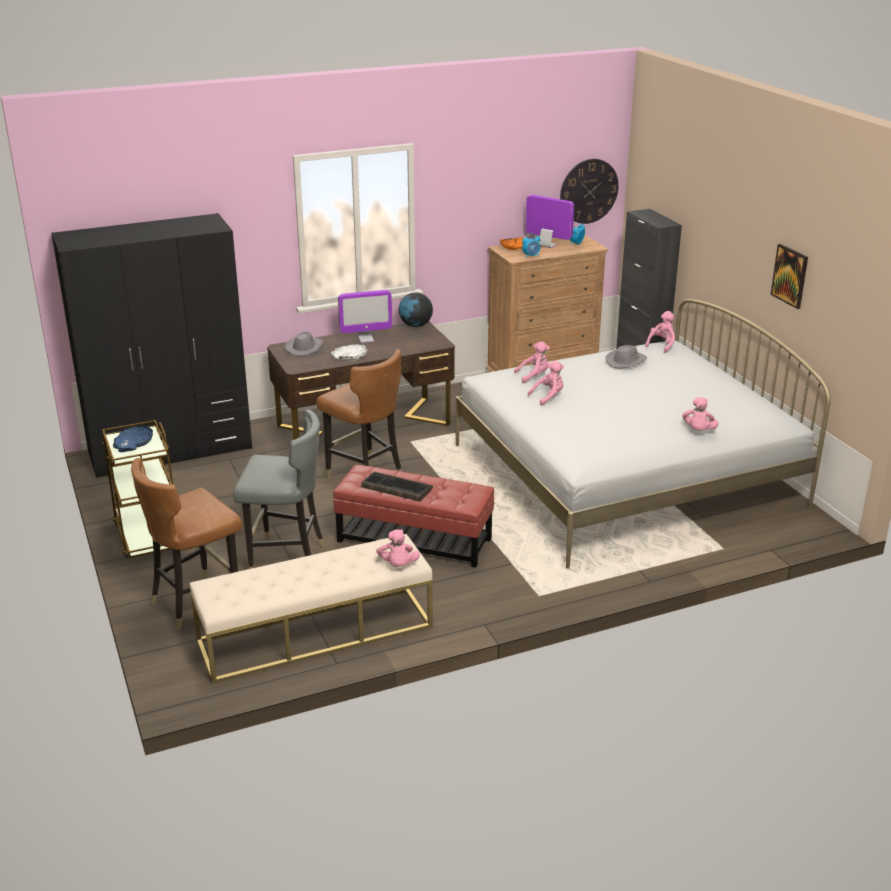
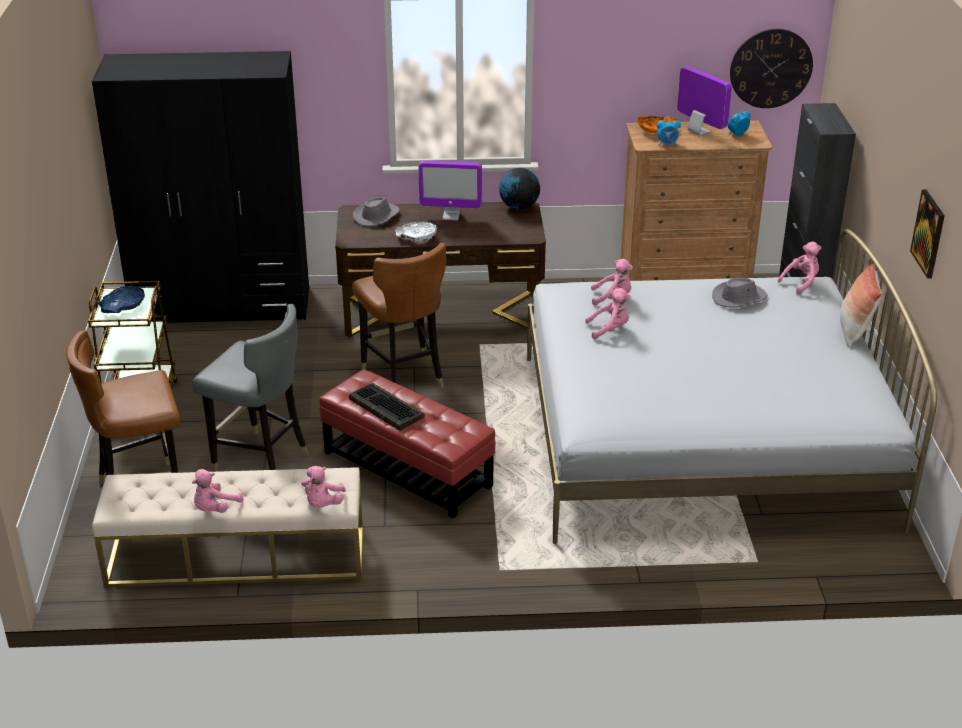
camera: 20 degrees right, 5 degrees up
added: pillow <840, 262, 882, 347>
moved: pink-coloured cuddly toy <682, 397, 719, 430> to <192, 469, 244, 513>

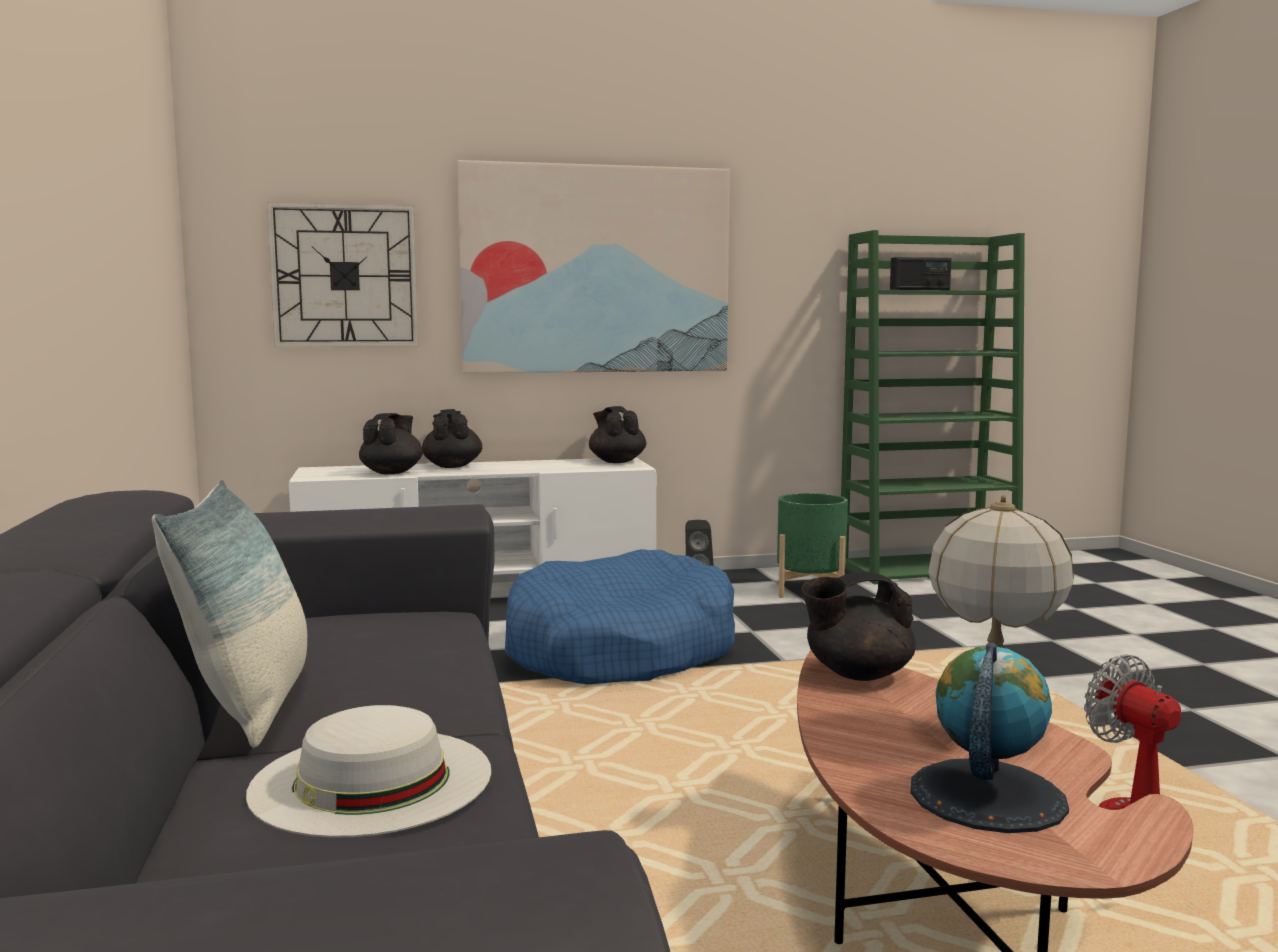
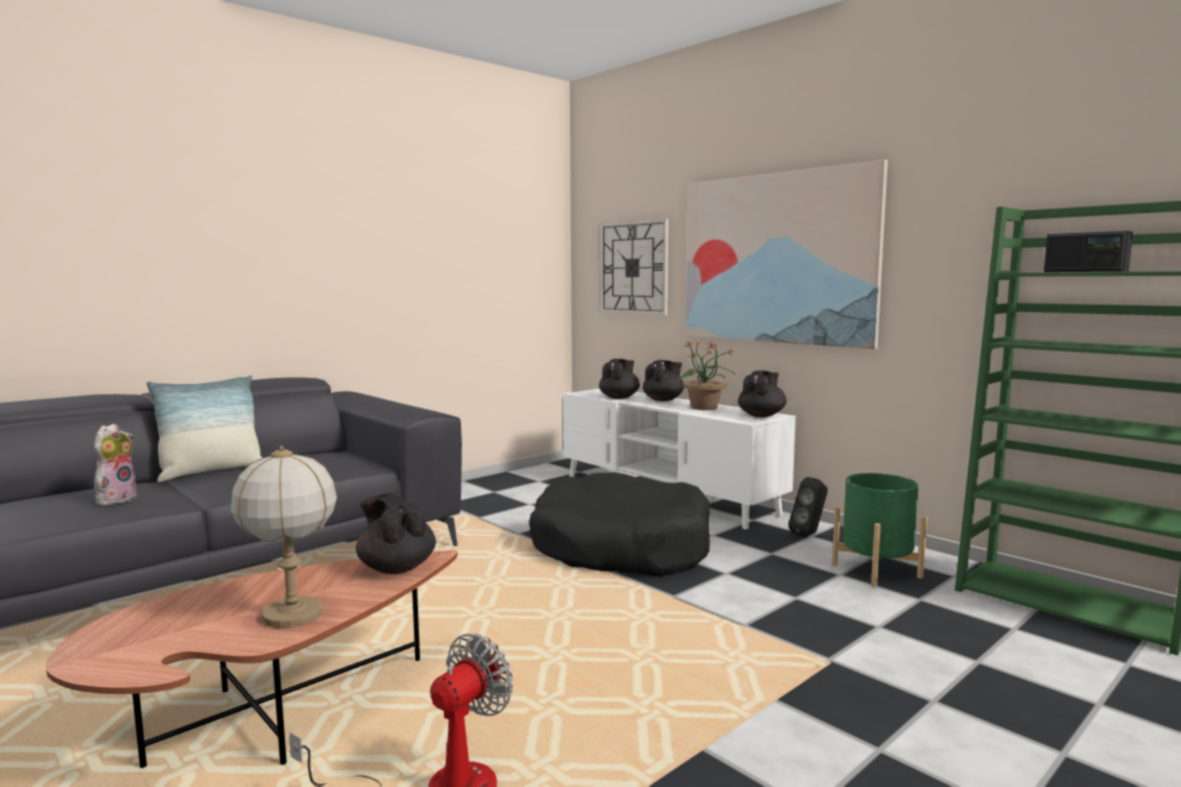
camera: 60 degrees right, 0 degrees up
removed: globe <911, 642, 1069, 833>
added: potted plant <678, 341, 735, 410>
replaced: white-coloured hat <246, 705, 491, 837> to cuddly toy <94, 424, 137, 506>
recoloured: bluish pet bed <505, 549, 735, 685> to black-coloured pet bed <529, 472, 710, 577>
turned: black-coloured pot for tea <359, 413, 423, 474> = <599, 359, 640, 399> 45 degrees counterclockwise

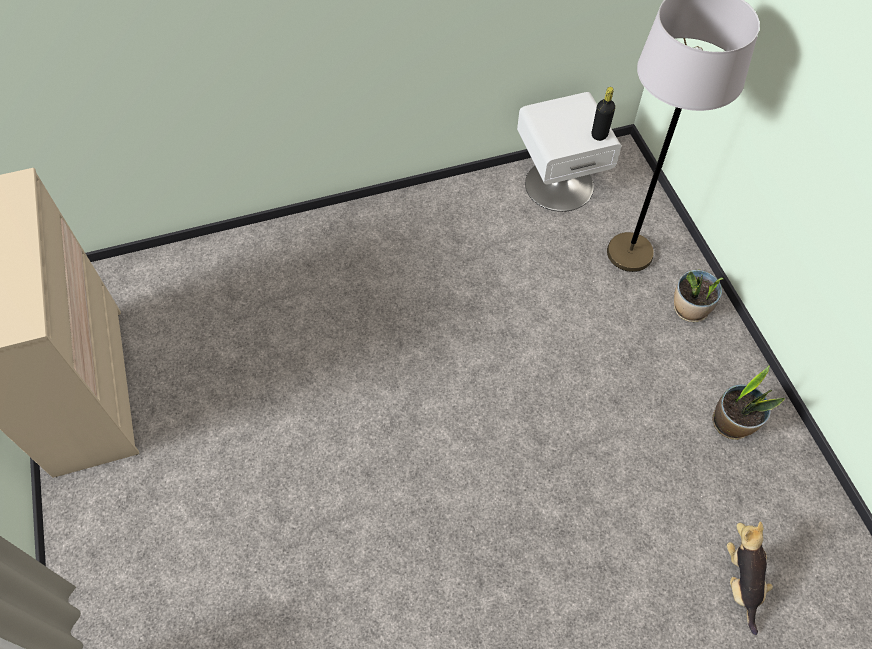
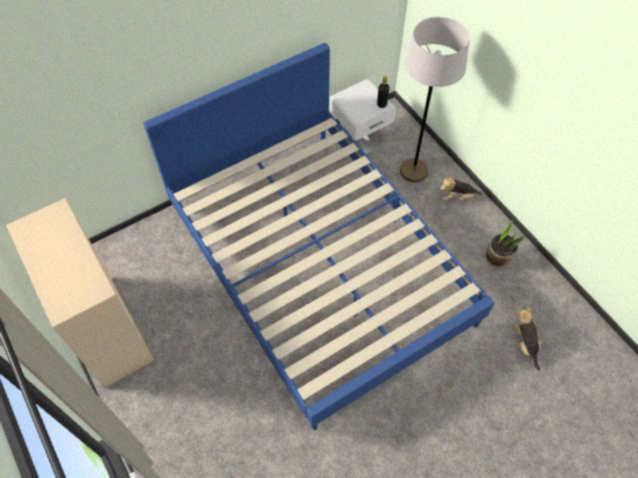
camera: 15 degrees left, 0 degrees up
added: bluish bedroom bed <143, 43, 494, 430>
replaced: potted plant <674, 269, 723, 322> to cuddly toy <440, 176, 482, 201>

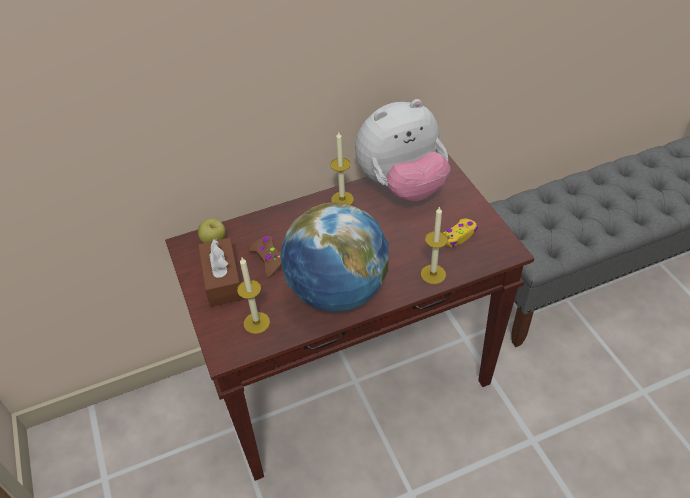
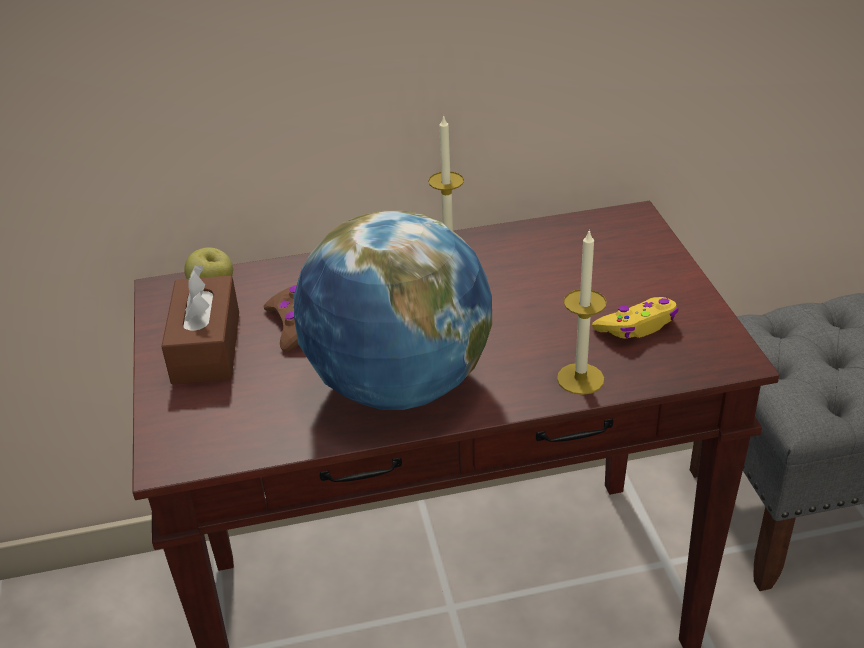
camera: 10 degrees right, 10 degrees down
removed: wax light <237, 257, 270, 334>; cuddly toy <355, 99, 450, 202>

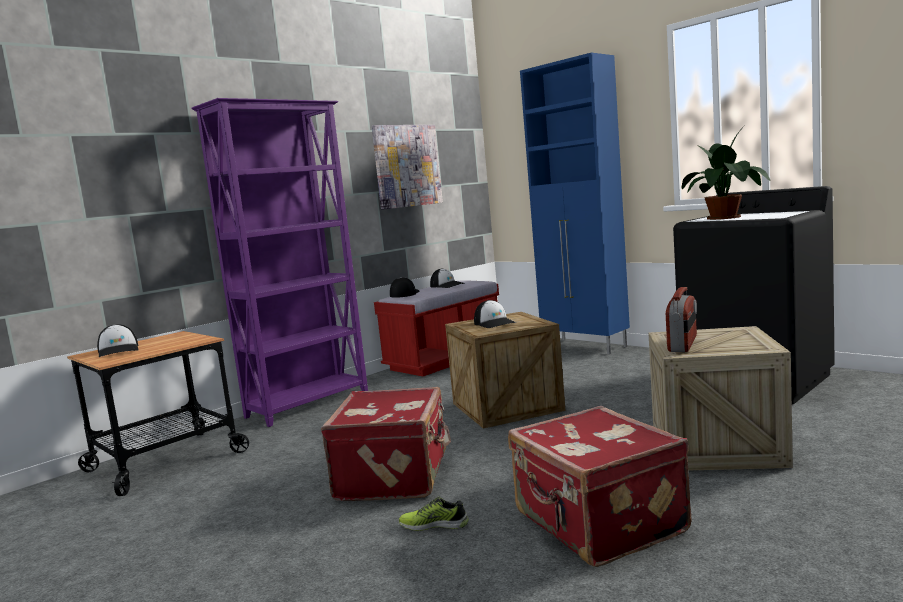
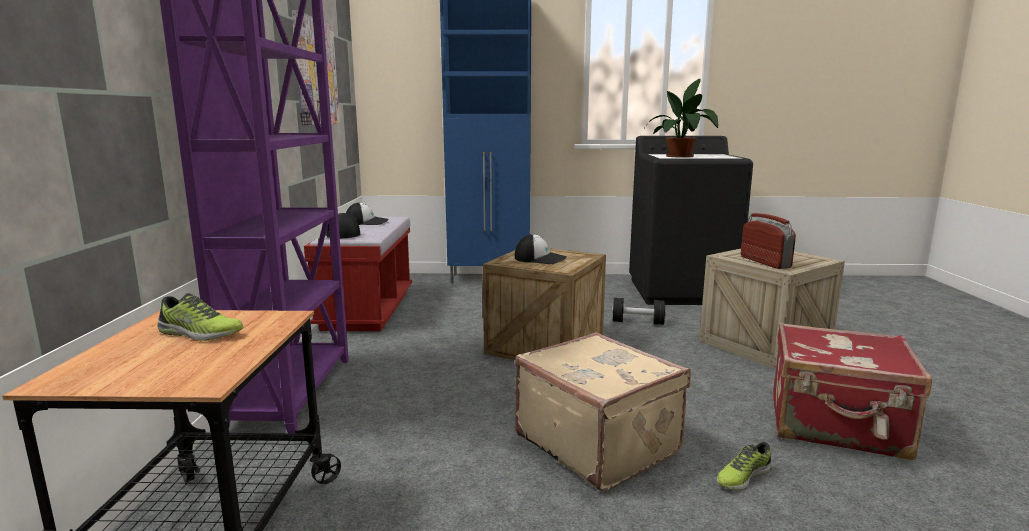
camera: 45 degrees left, 5 degrees up
removed: baseball cap <97, 324, 138, 357>
added: low shoe <157, 293, 244, 341>; black-coloured hand weight <612, 298, 666, 325>
recoloured: red-coloured piece of luggage <321, 387, 451, 501> to beige-coloured piece of luggage <515, 332, 691, 492>

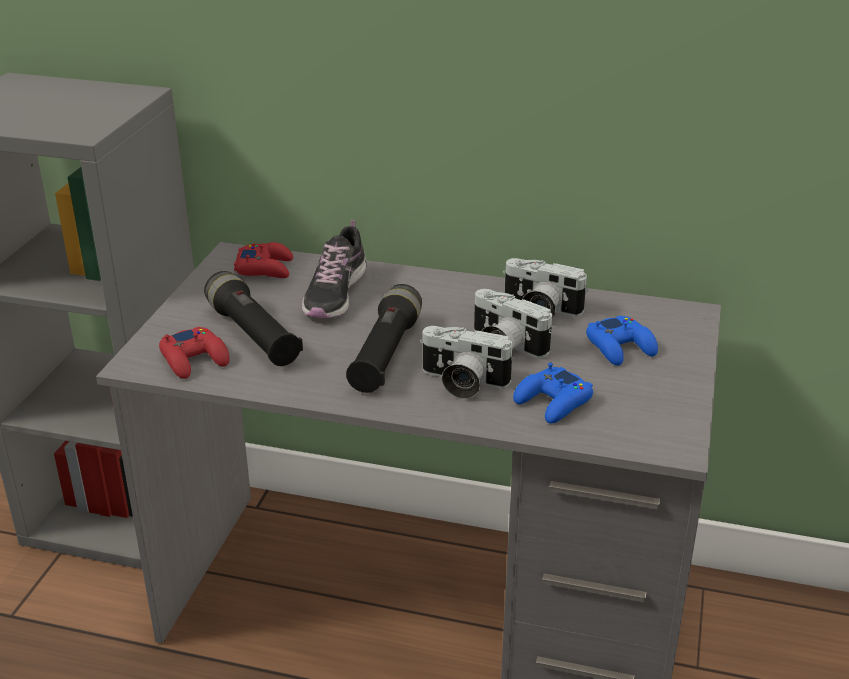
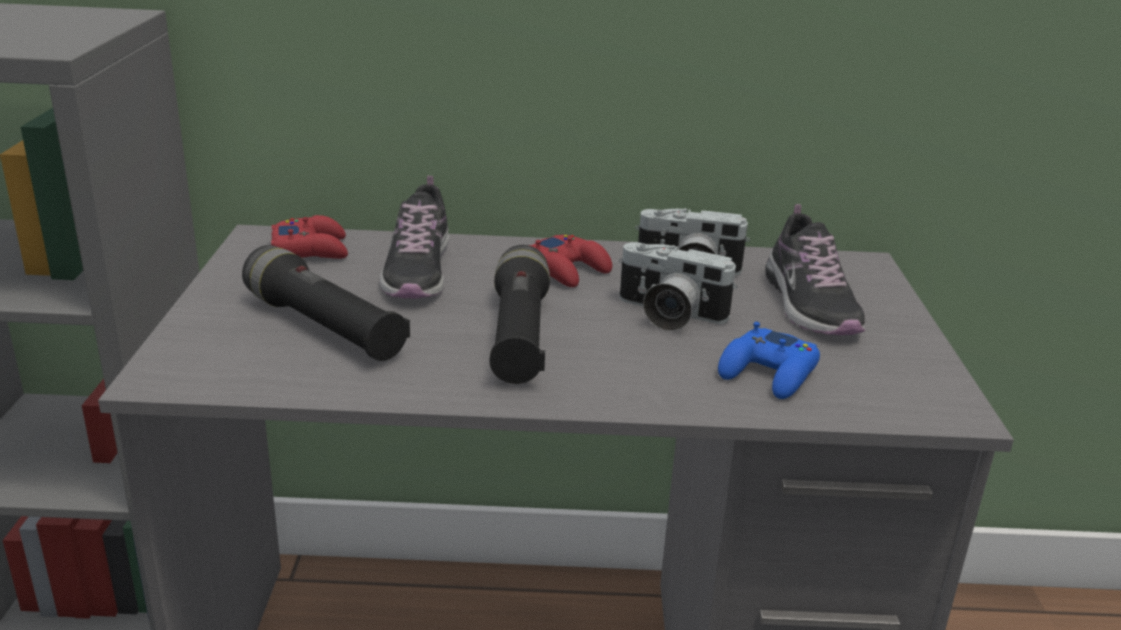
camera: 15 degrees left, 5 degrees down
removed: photo camera <420, 326, 515, 399>
moved: red-coloured joypad <159, 327, 230, 379> to <529, 235, 612, 287>
replaced: bluish joypad <586, 315, 658, 366> to low shoe <765, 204, 866, 335>

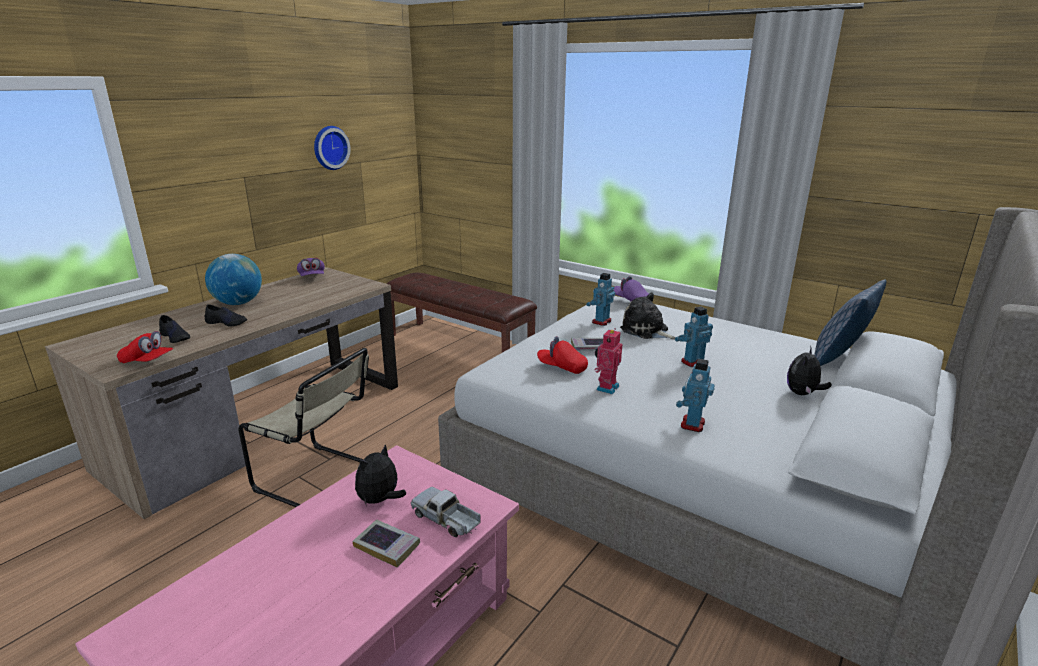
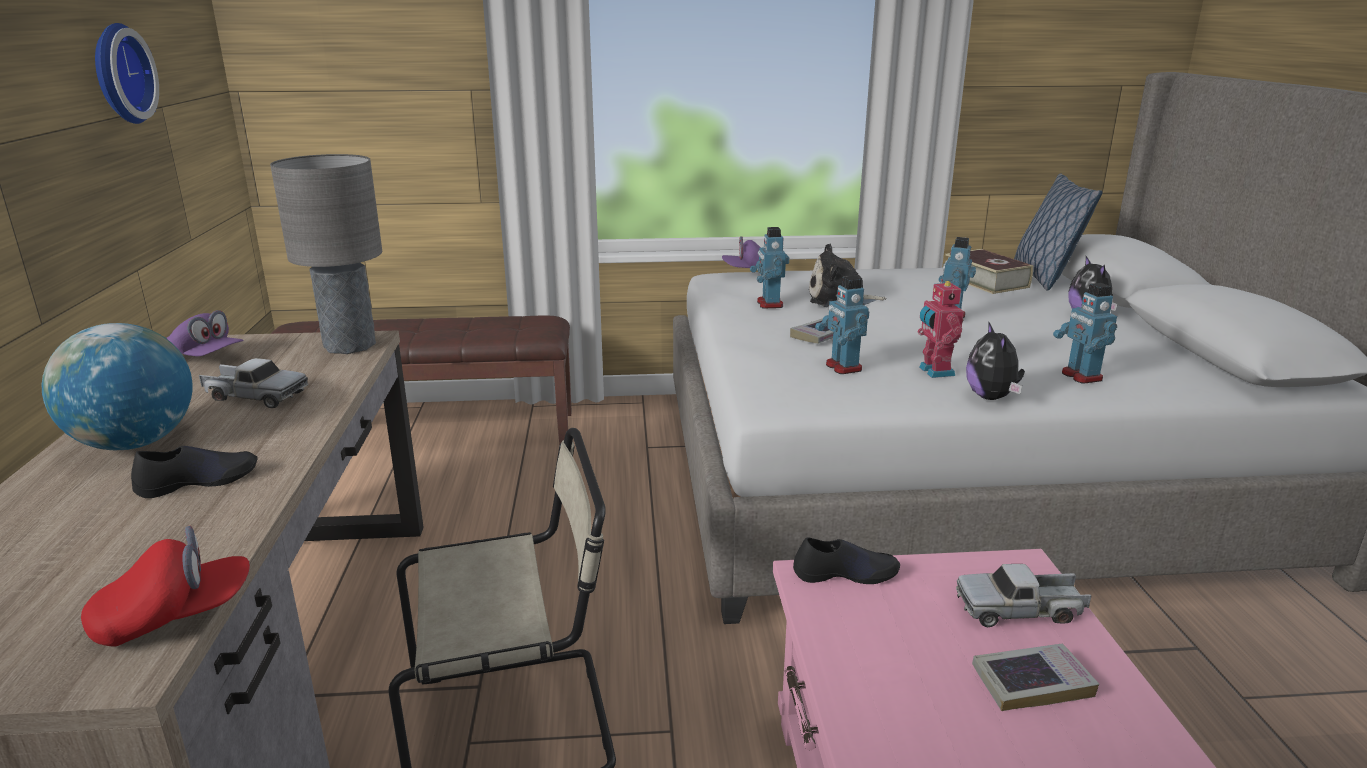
camera: 40 degrees left, 0 degrees up
added: toy lorry <199, 358, 308, 408>; grey tabletop lamp <270, 154, 382, 354>; bound book <945, 249, 1033, 294>
moved: black-coloured low shoe <159, 315, 190, 343> to <793, 537, 900, 584>; cuddly toy <355, 444, 406, 504> to <966, 321, 1025, 400>
replaced: red-coloured baseball cap <537, 336, 588, 374> to robot figure <815, 276, 869, 374>

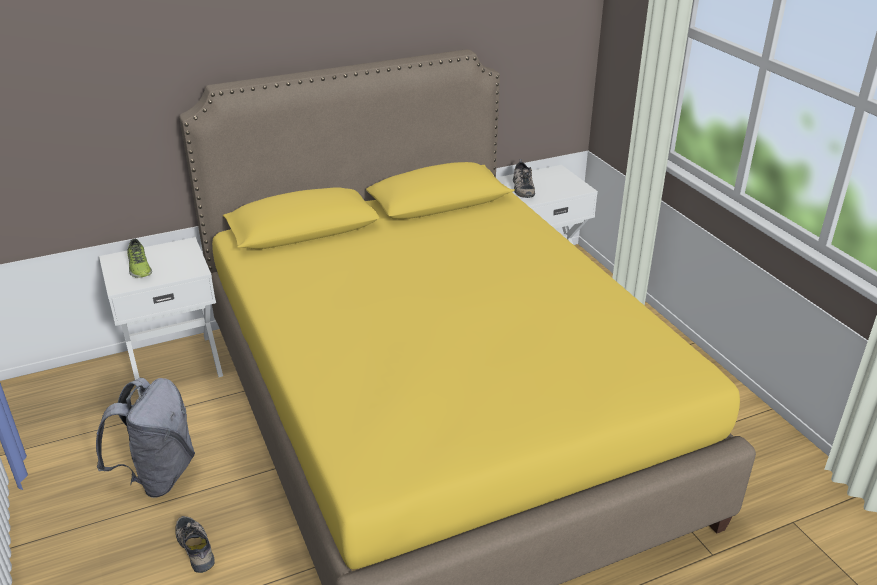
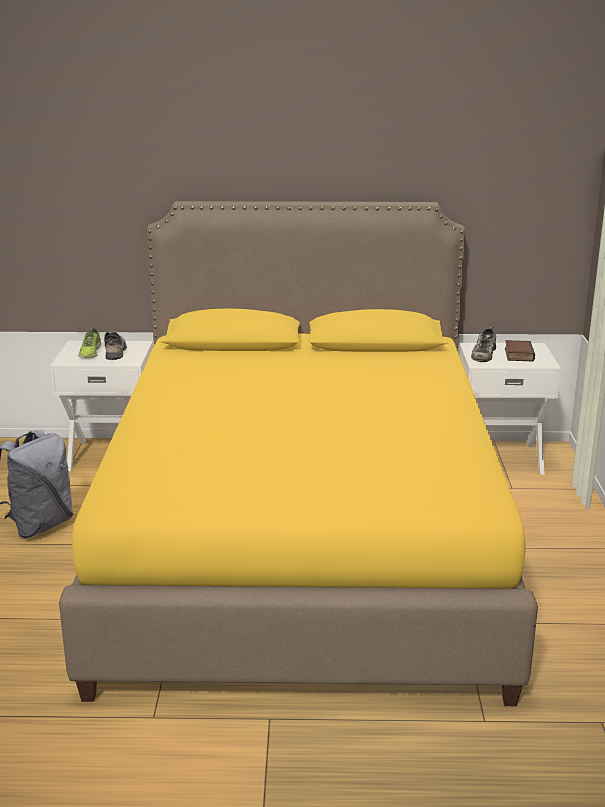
camera: 25 degrees right, 10 degrees down
added: bound book <505, 340, 535, 361>
moved: low shoe <175, 516, 215, 573> to <104, 331, 127, 360>

